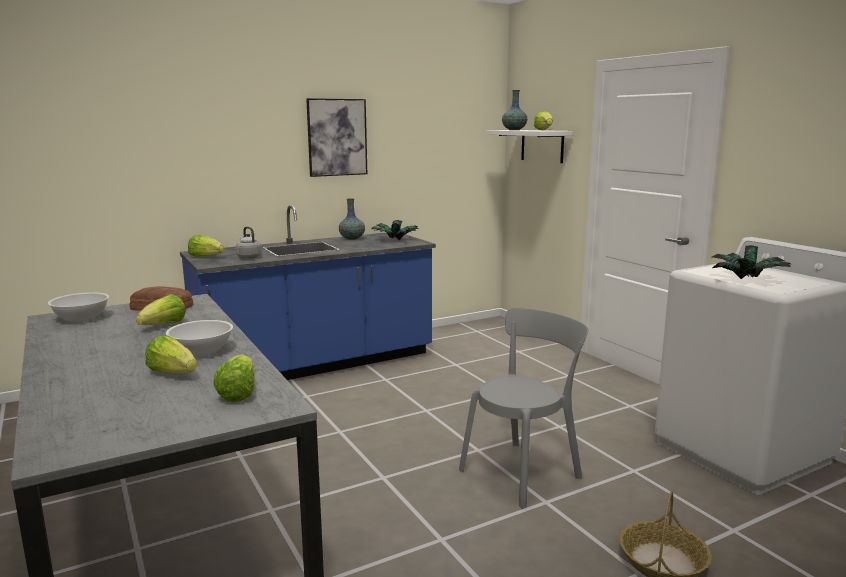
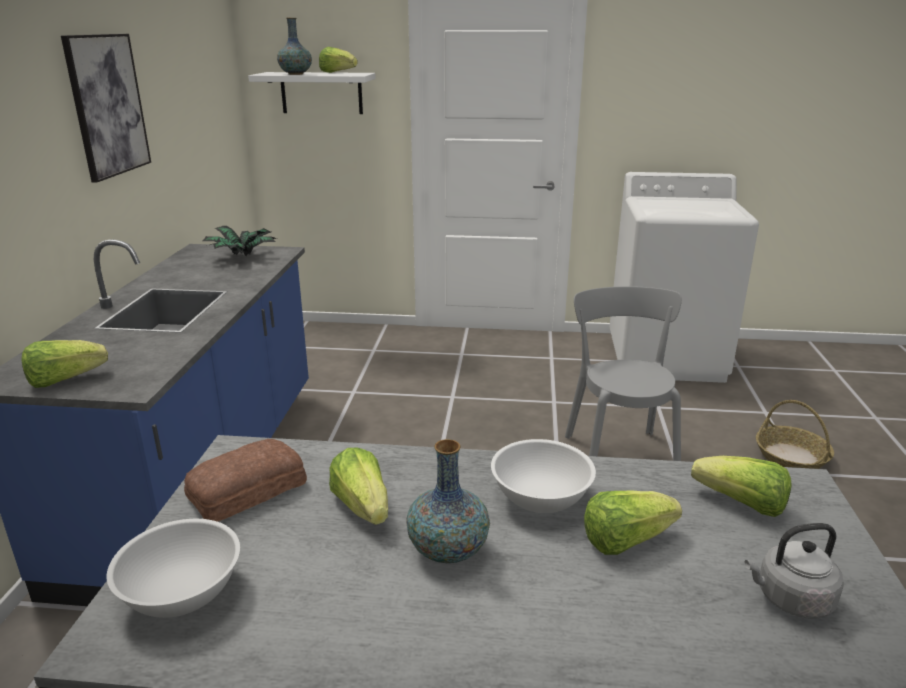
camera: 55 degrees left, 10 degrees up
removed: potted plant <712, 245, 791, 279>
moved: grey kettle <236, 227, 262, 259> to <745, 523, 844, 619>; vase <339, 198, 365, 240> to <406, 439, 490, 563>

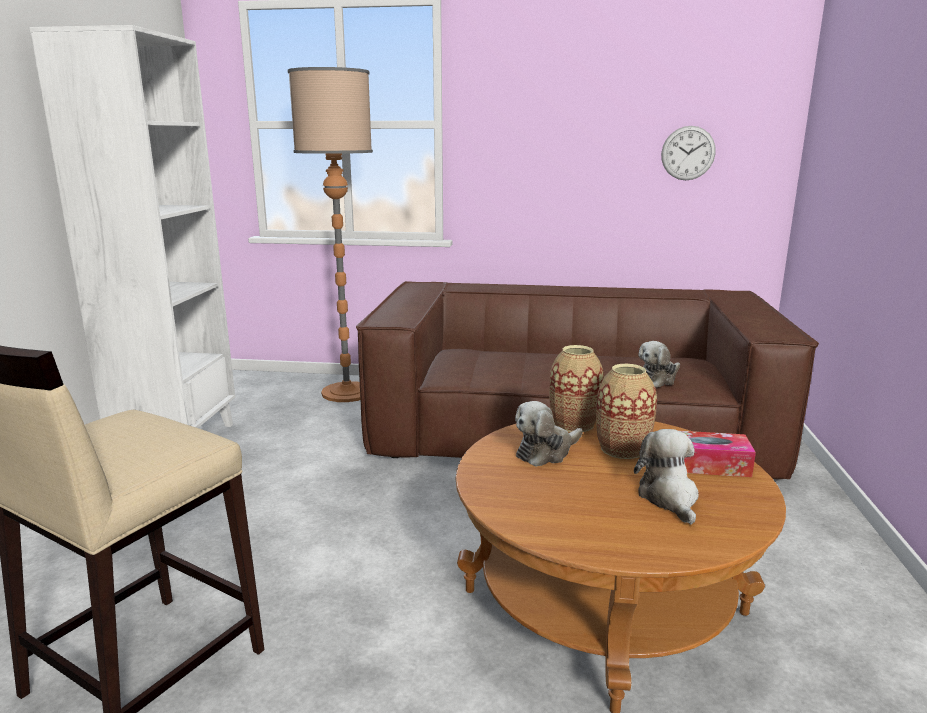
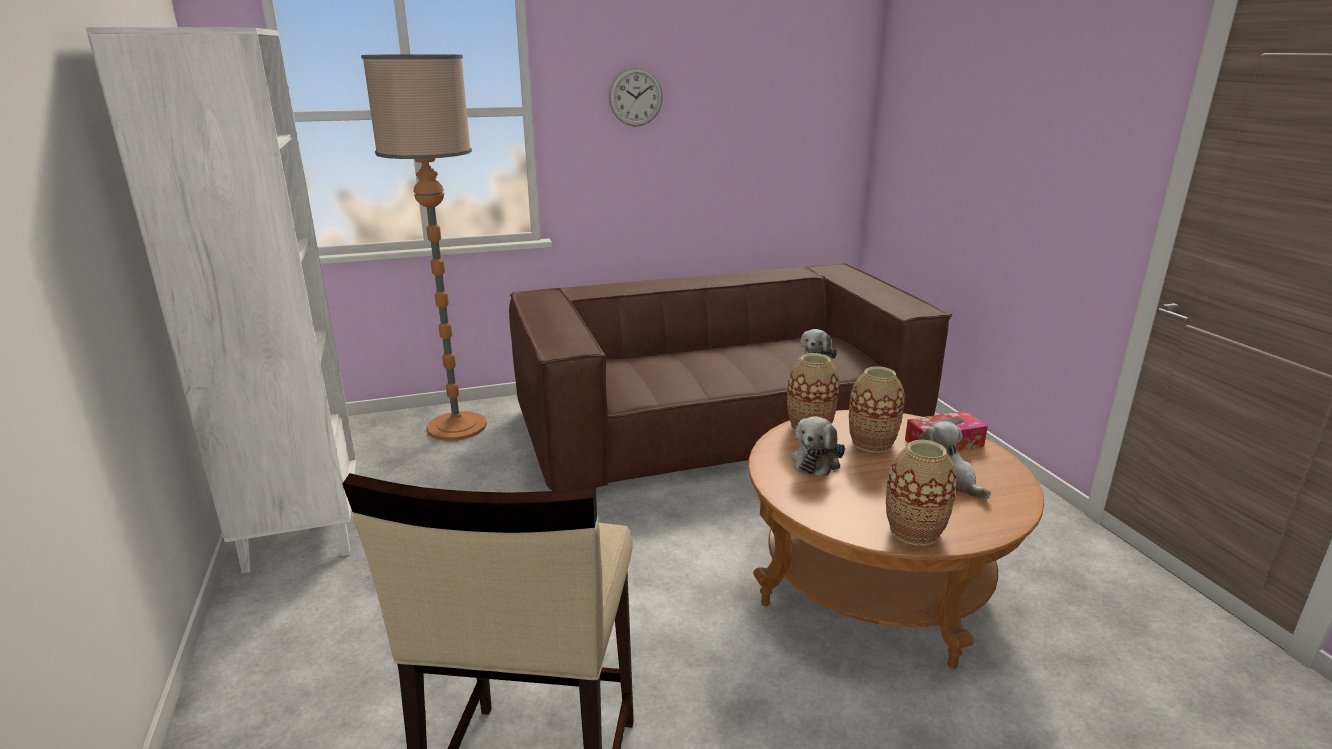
camera: 25 degrees left, 5 degrees up
added: vase <886, 440, 957, 546>
moved: wall clock <661, 126, 716, 180> to <609, 67, 663, 127>

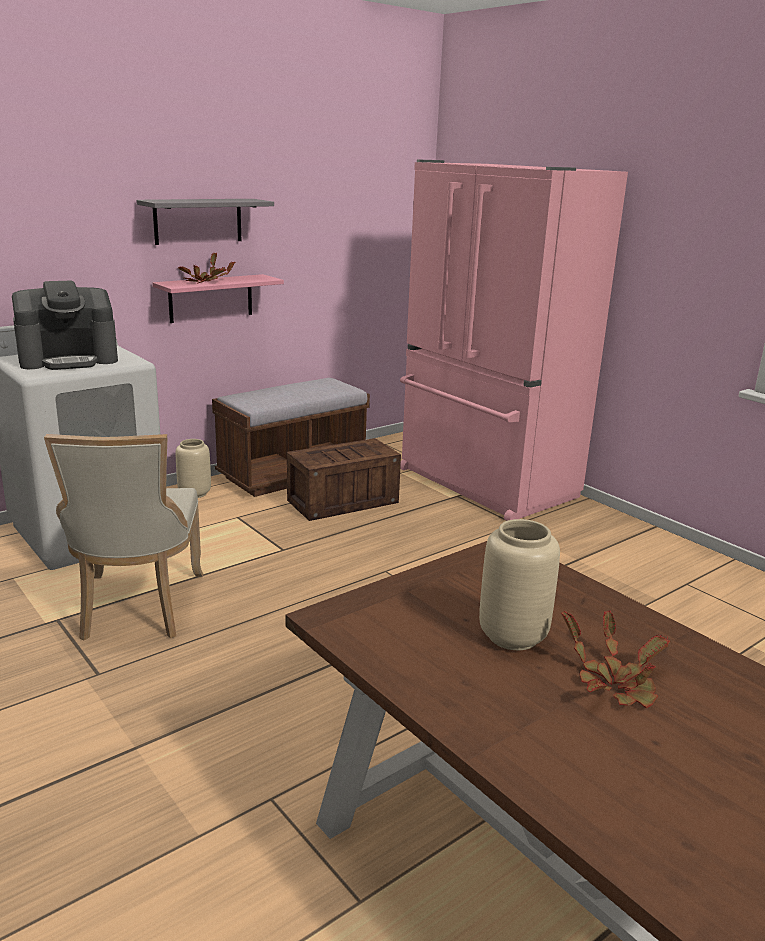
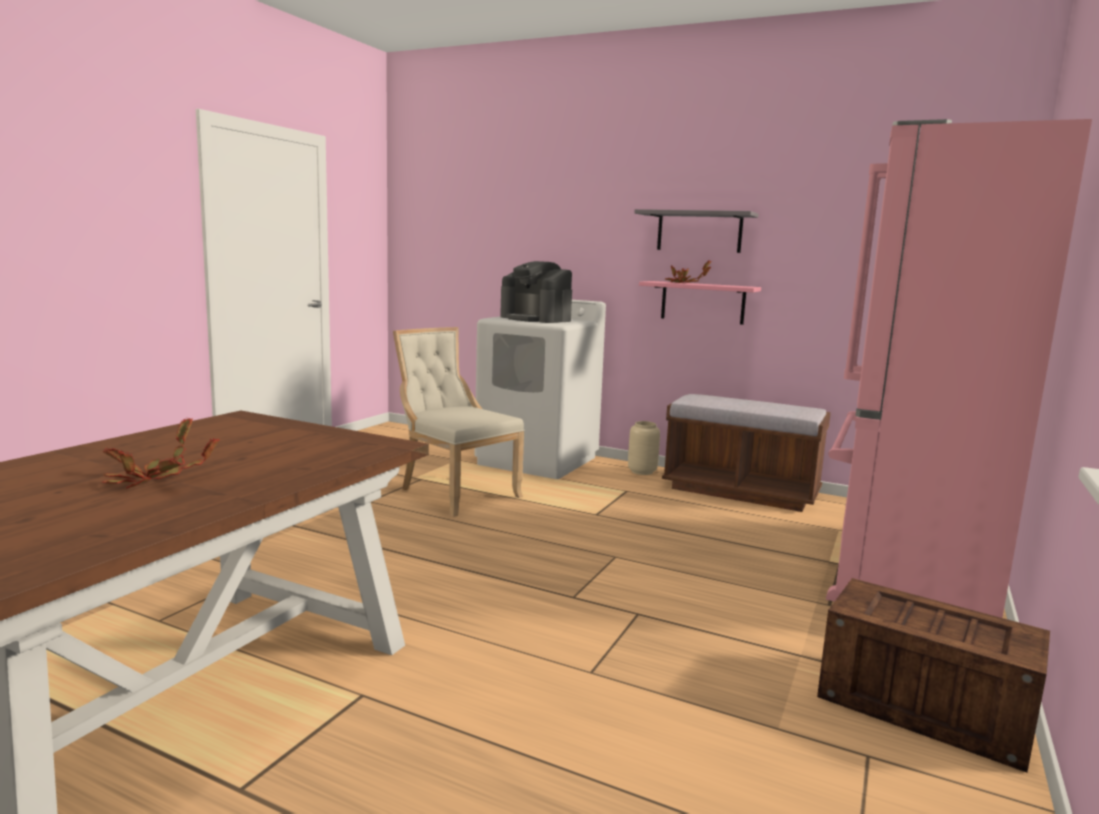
camera: 65 degrees right, 10 degrees down
removed: beige-coloured vase <479, 519, 560, 650>
moved: shipping crate <287, 438, 401, 521> to <817, 578, 1050, 773>
turned: beige-coloured upright chair <44, 434, 203, 640> = <393, 327, 524, 517> 75 degrees clockwise

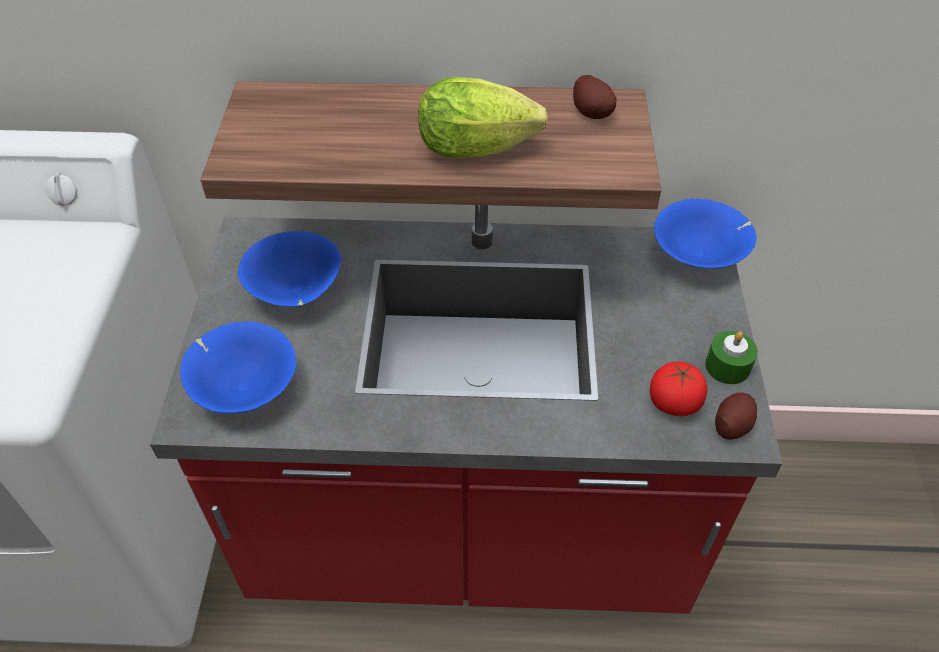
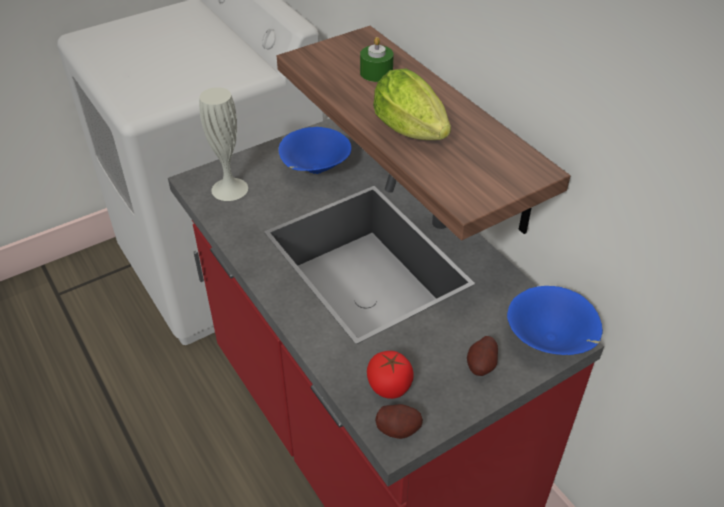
camera: 55 degrees right, 5 degrees down
moved: potato <573, 75, 617, 119> to <467, 336, 498, 376>; green wax light <705, 331, 758, 384> to <360, 37, 394, 82>
replaced: bluish deep dish <180, 321, 296, 413> to white-coloured vase <199, 87, 248, 201>

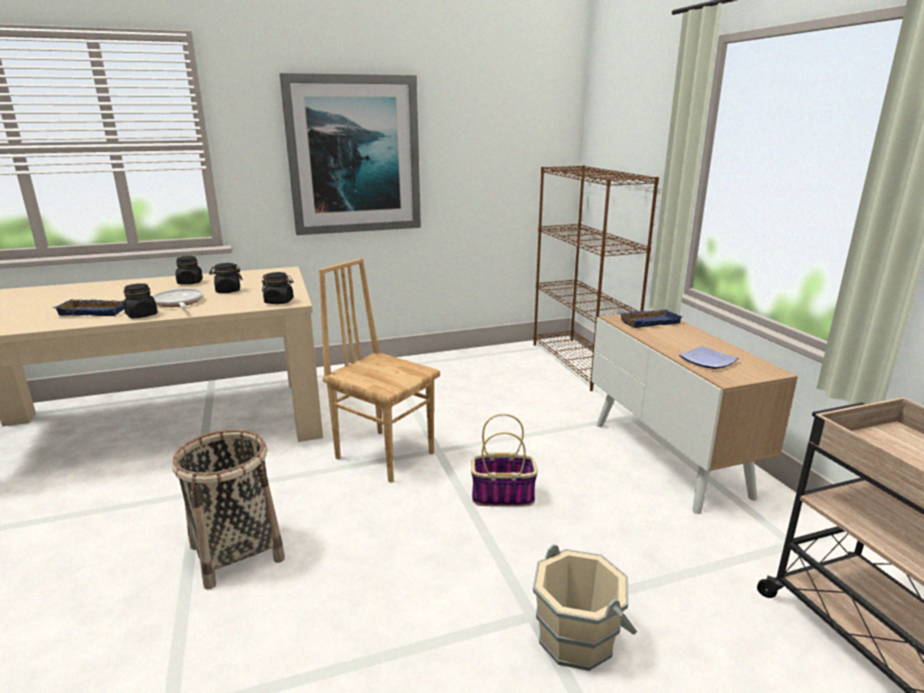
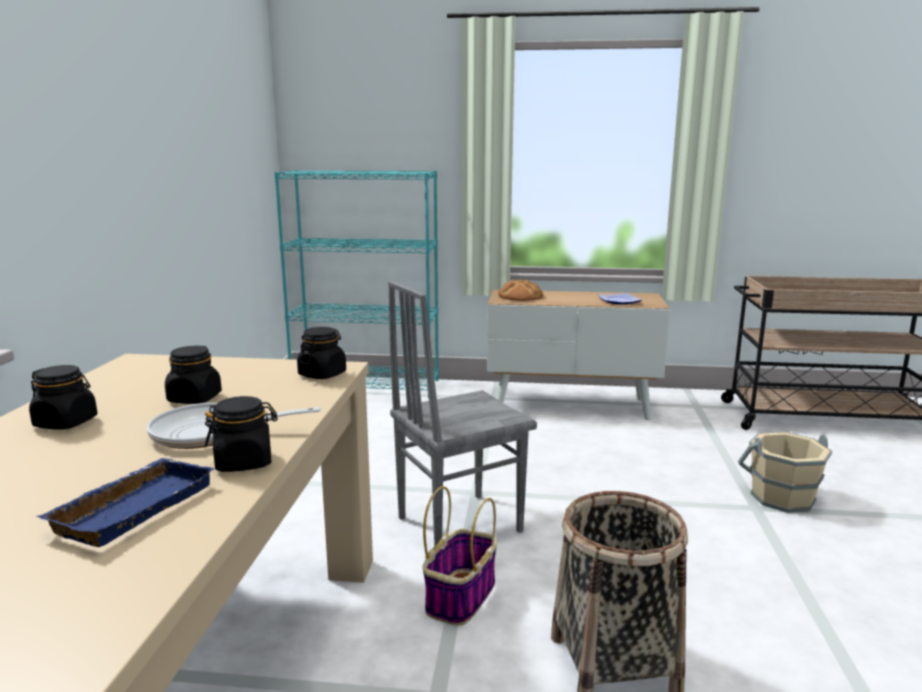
camera: 65 degrees left, 5 degrees down
removed: picture <280, 73, 421, 235>
moved: household basket <471, 414, 538, 507> to <422, 486, 497, 626>
replaced: bluish serving tray <619, 309, 682, 328> to bakery bread <498, 279, 543, 301>
recoloured: brownish upright chair <319, 258, 440, 483> to grey upright chair <388, 281, 537, 547>; brownish bookcase <534, 165, 659, 391> to turquoise bookcase <274, 170, 439, 398>

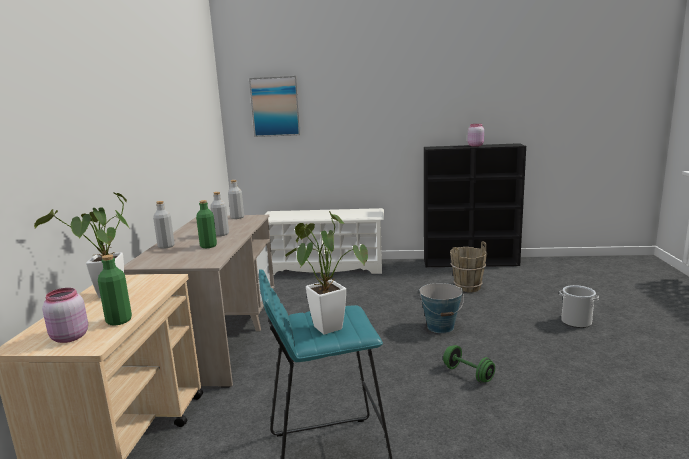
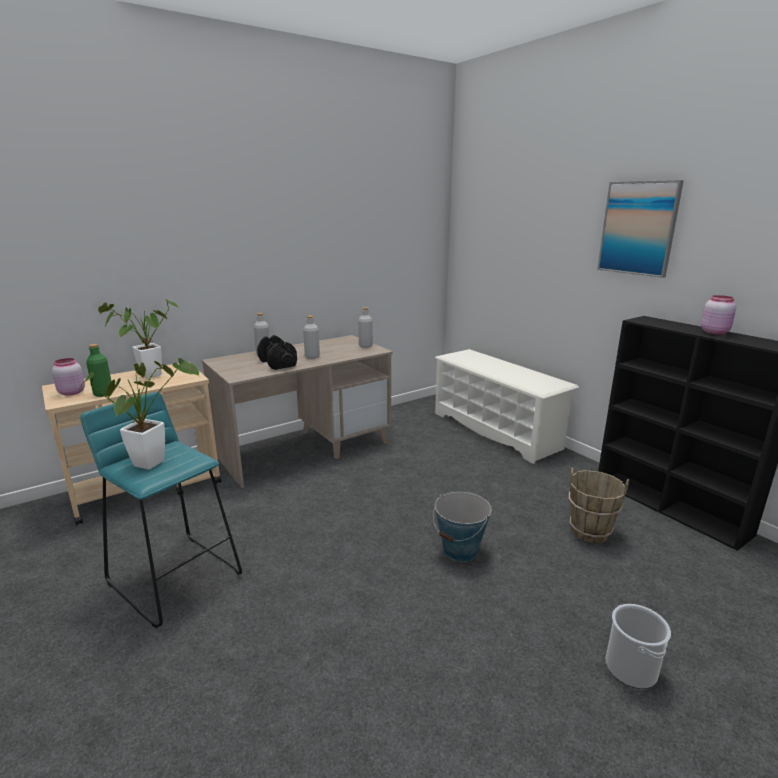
camera: 50 degrees right, 5 degrees up
removed: green hand weight <443, 345, 495, 383>
moved: picture <249, 76, 301, 137> to <597, 180, 684, 278>
replaced: green bottle <196, 200, 217, 248> to black-coloured hand weight <257, 335, 297, 370>

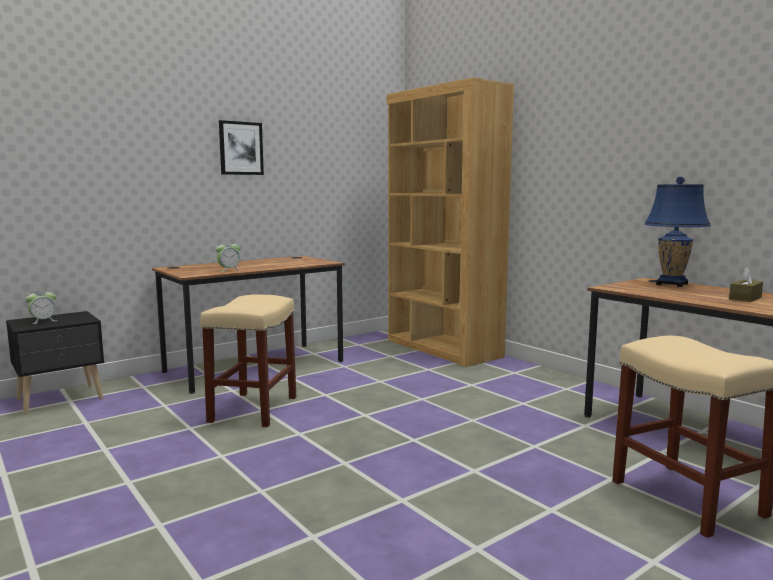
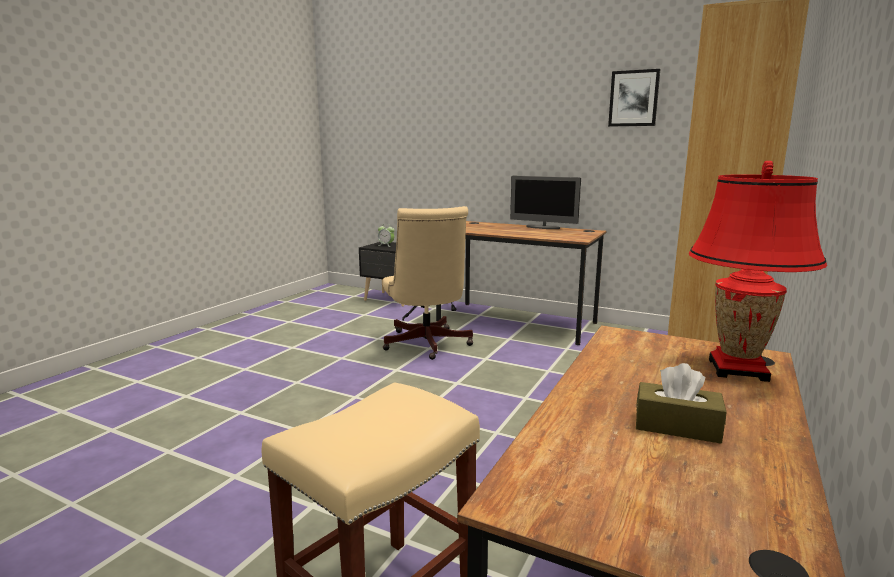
camera: 65 degrees right, 5 degrees up
removed: alarm clock <216, 240, 240, 272>
added: computer display <510, 176, 581, 229>
moved: picture <219, 120, 264, 175> to <608, 69, 661, 127>
replaced: beige-coloured stool seat <200, 294, 296, 427> to beige-coloured desk chair <383, 206, 473, 360>
recoloured: bluish tabletop lamp <645, 177, 711, 287> to red-coloured tabletop lamp <689, 161, 827, 382>

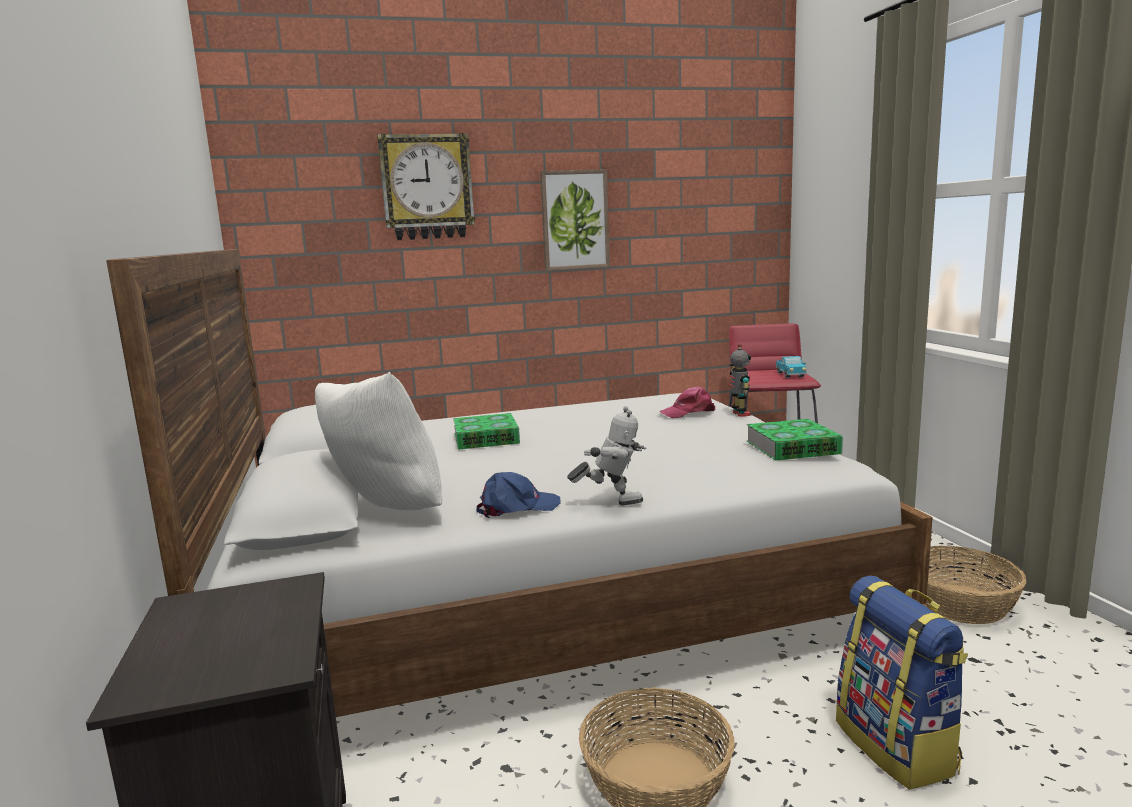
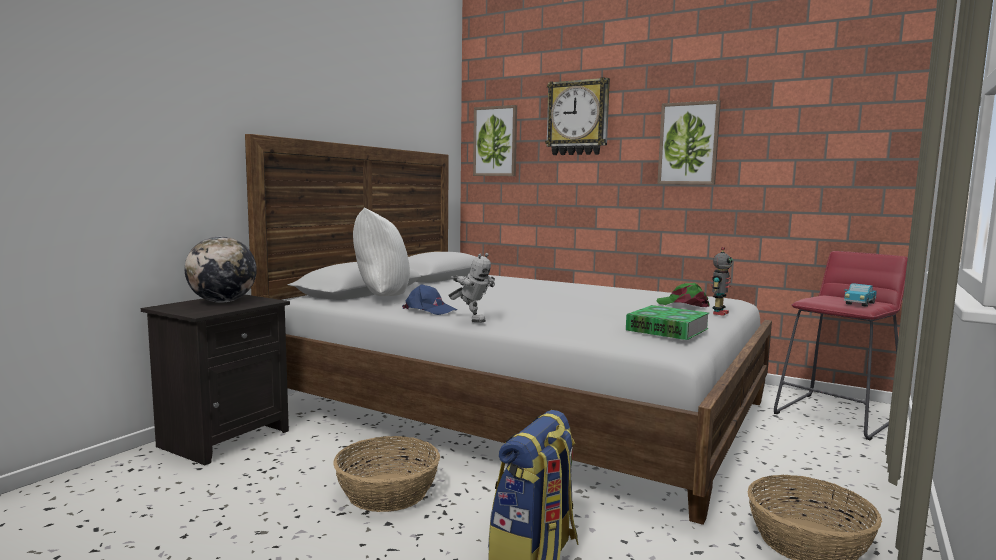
camera: 45 degrees right, 5 degrees down
removed: bound book <453, 413, 520, 450>
added: globe <185, 236, 257, 303>; picture <473, 105, 517, 176>
recoloured: pink-coloured baseball cap <659, 386, 715, 418> to green baseball cap <656, 283, 709, 307>

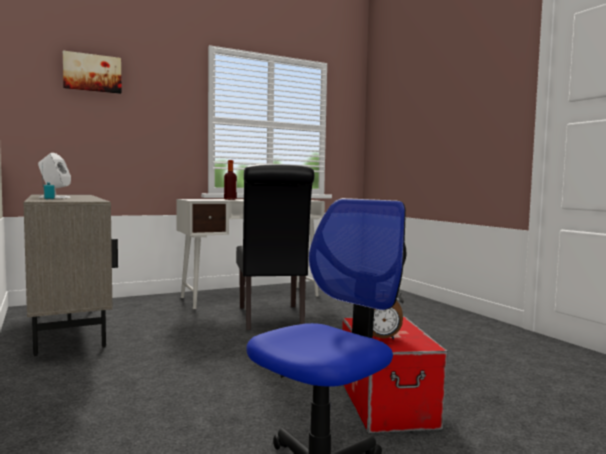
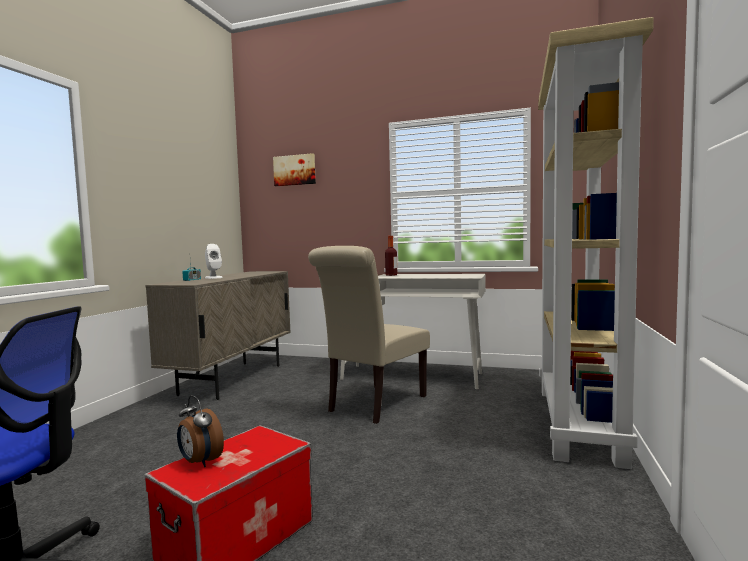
camera: 45 degrees right, 0 degrees up
added: beige-coloured bookcase <538, 17, 654, 469>
recoloured: black-coloured upright chair <236, 164, 314, 330> to beige-coloured upright chair <308, 246, 430, 424>

